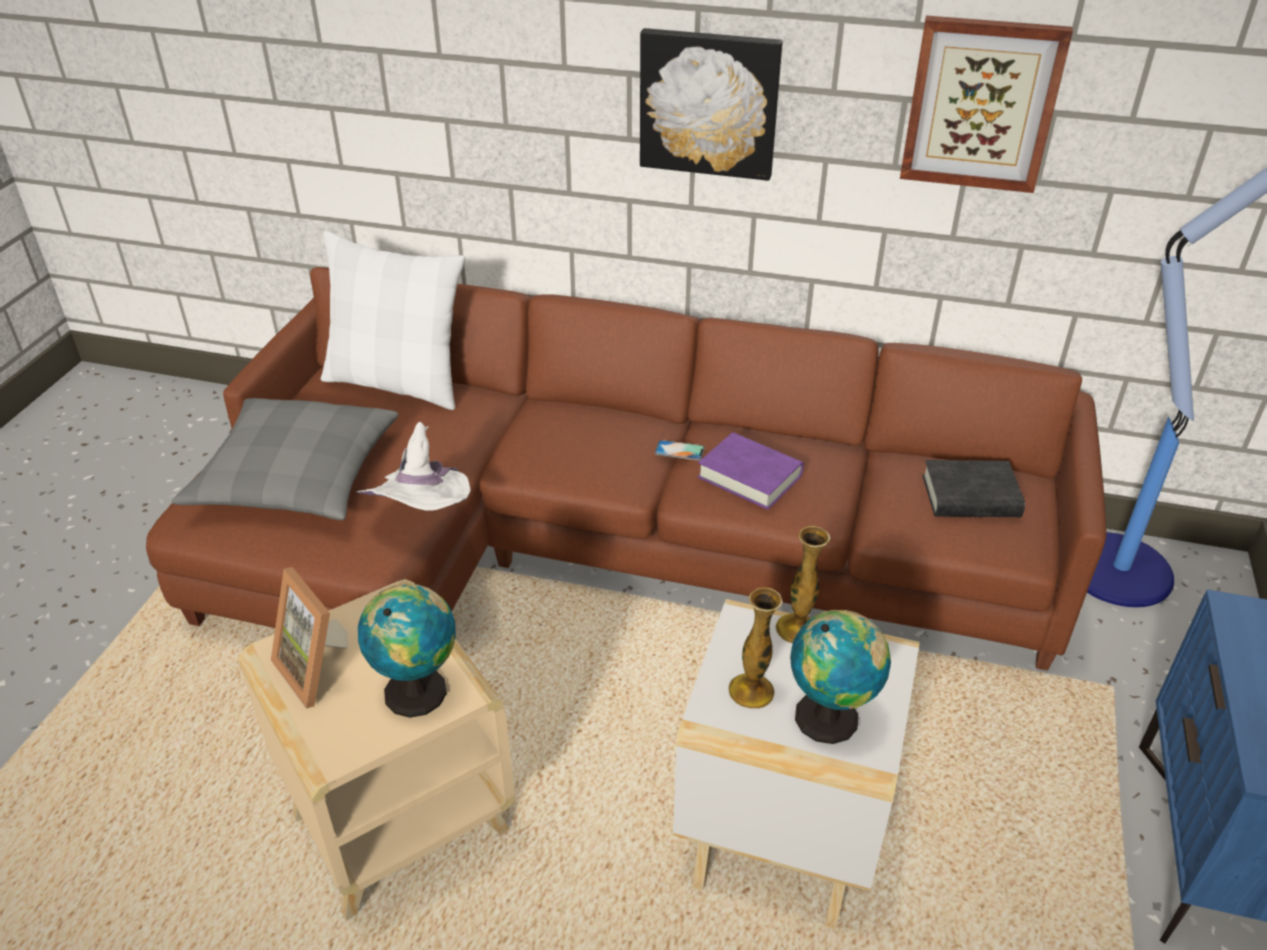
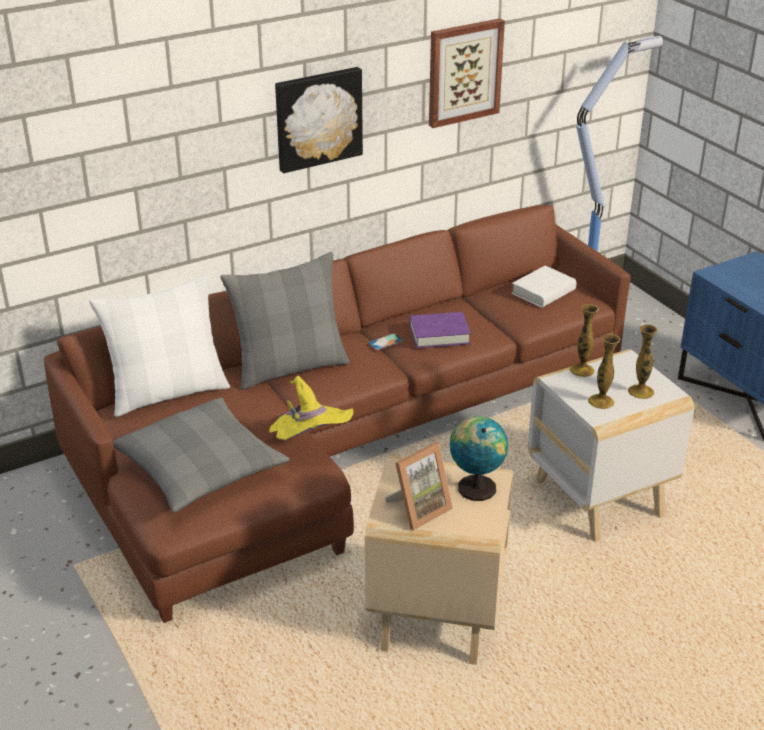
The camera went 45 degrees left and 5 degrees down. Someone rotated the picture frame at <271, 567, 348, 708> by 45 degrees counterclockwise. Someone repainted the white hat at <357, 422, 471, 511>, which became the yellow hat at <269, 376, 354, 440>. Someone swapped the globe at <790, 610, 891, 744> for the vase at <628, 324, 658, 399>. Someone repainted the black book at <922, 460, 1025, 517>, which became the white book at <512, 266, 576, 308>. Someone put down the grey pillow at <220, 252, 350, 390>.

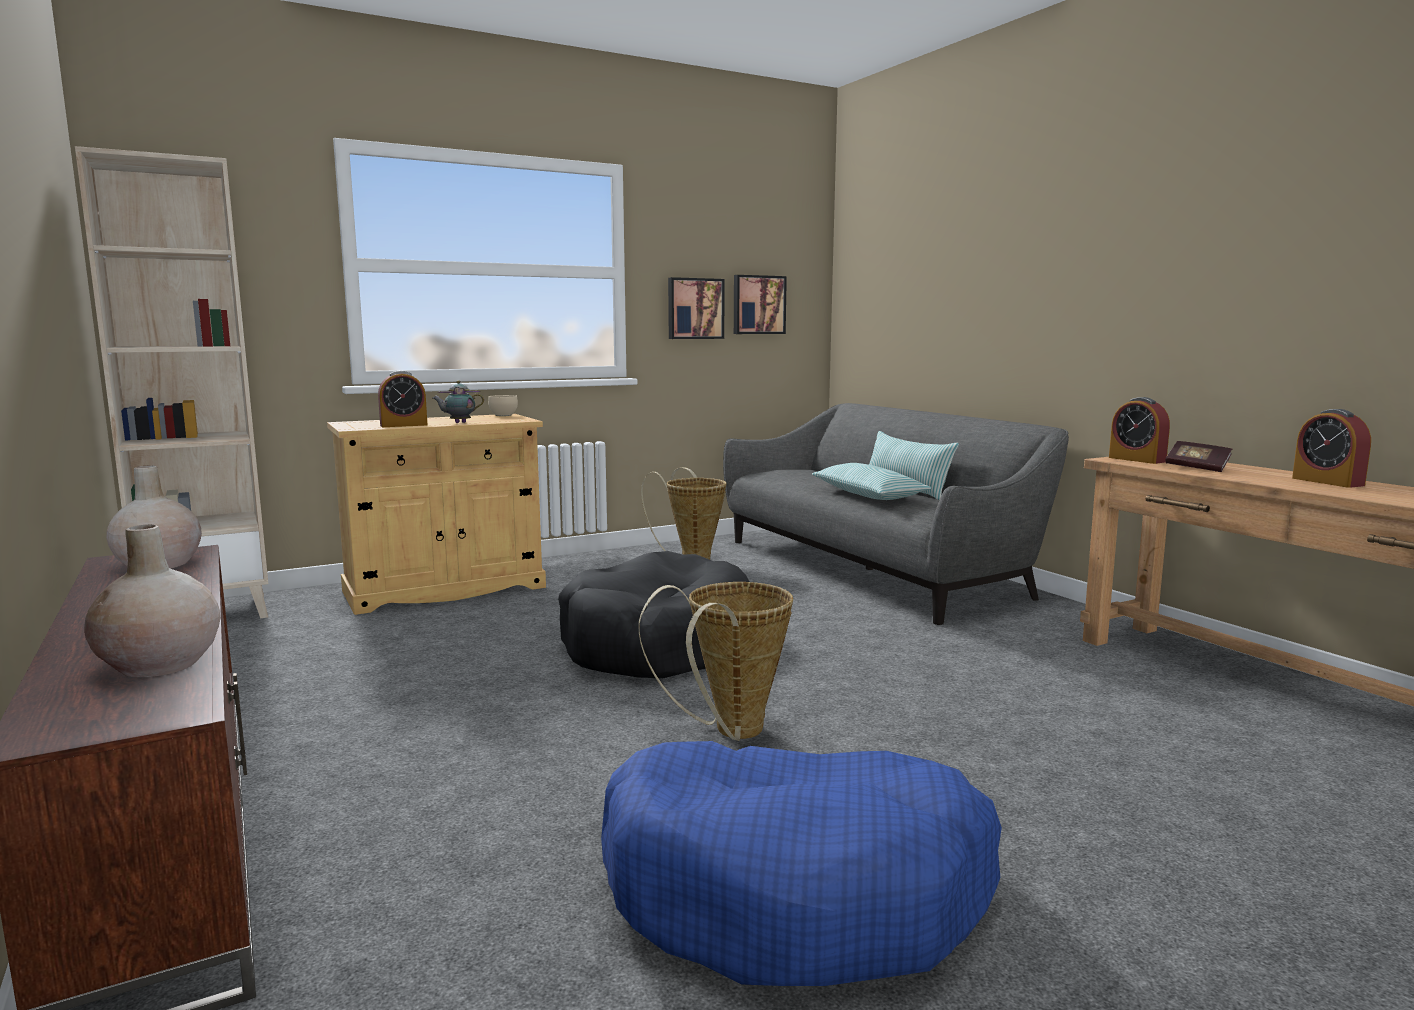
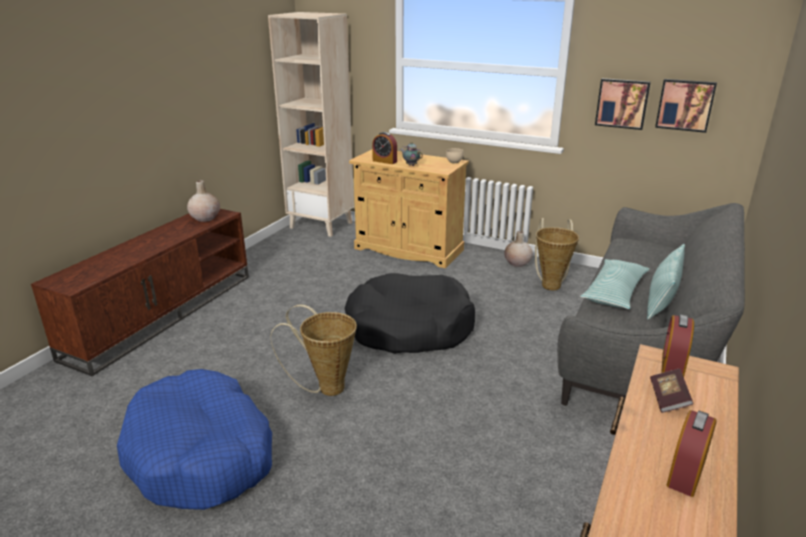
The camera went 55 degrees right and 15 degrees up. Someone carried the beige vase from <84, 525, 220, 677> to <504, 231, 533, 267>.

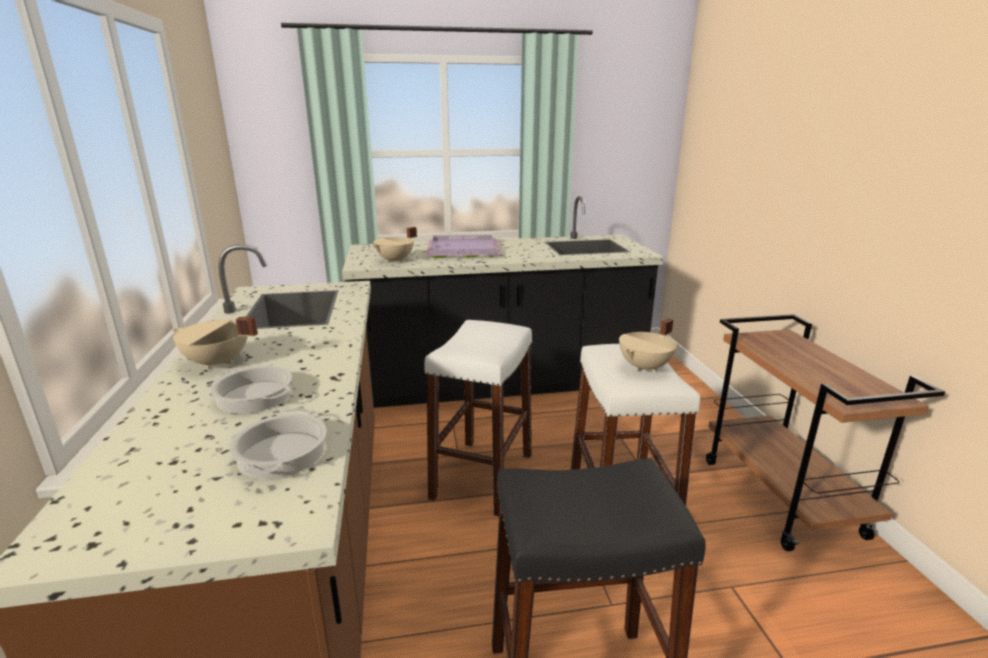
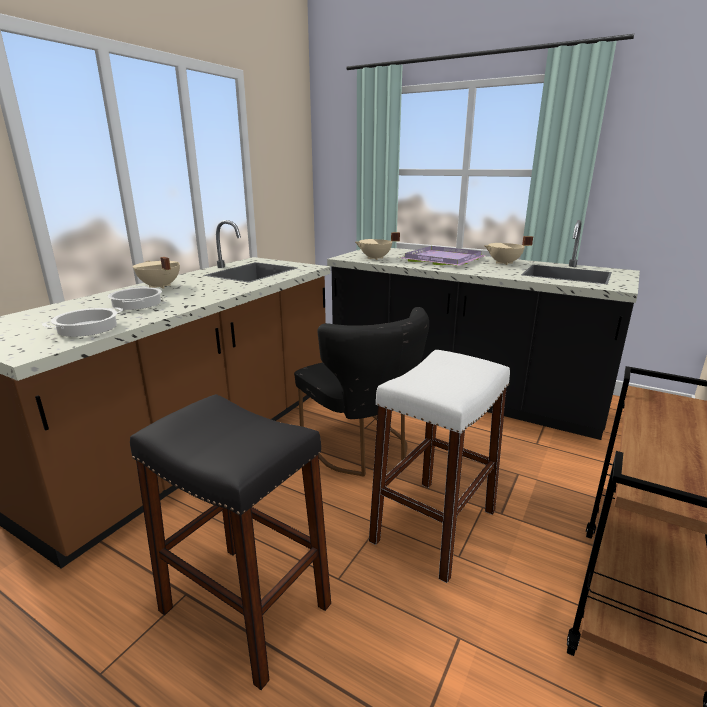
The camera went 40 degrees right and 0 degrees up. Someone swapped the white stool at <424, 320, 533, 516> for the black chair at <294, 307, 429, 477>. Someone carried the beige cooking pot from <619, 318, 677, 372> to <484, 236, 533, 265>.

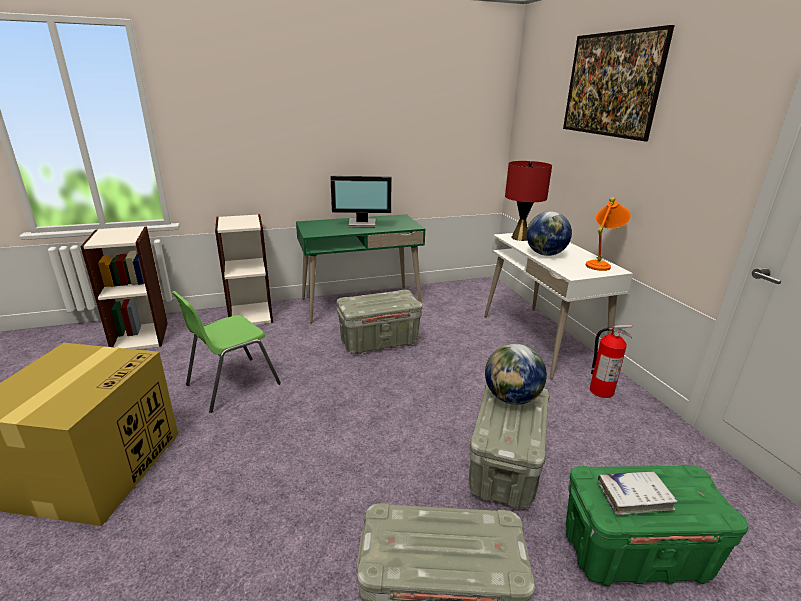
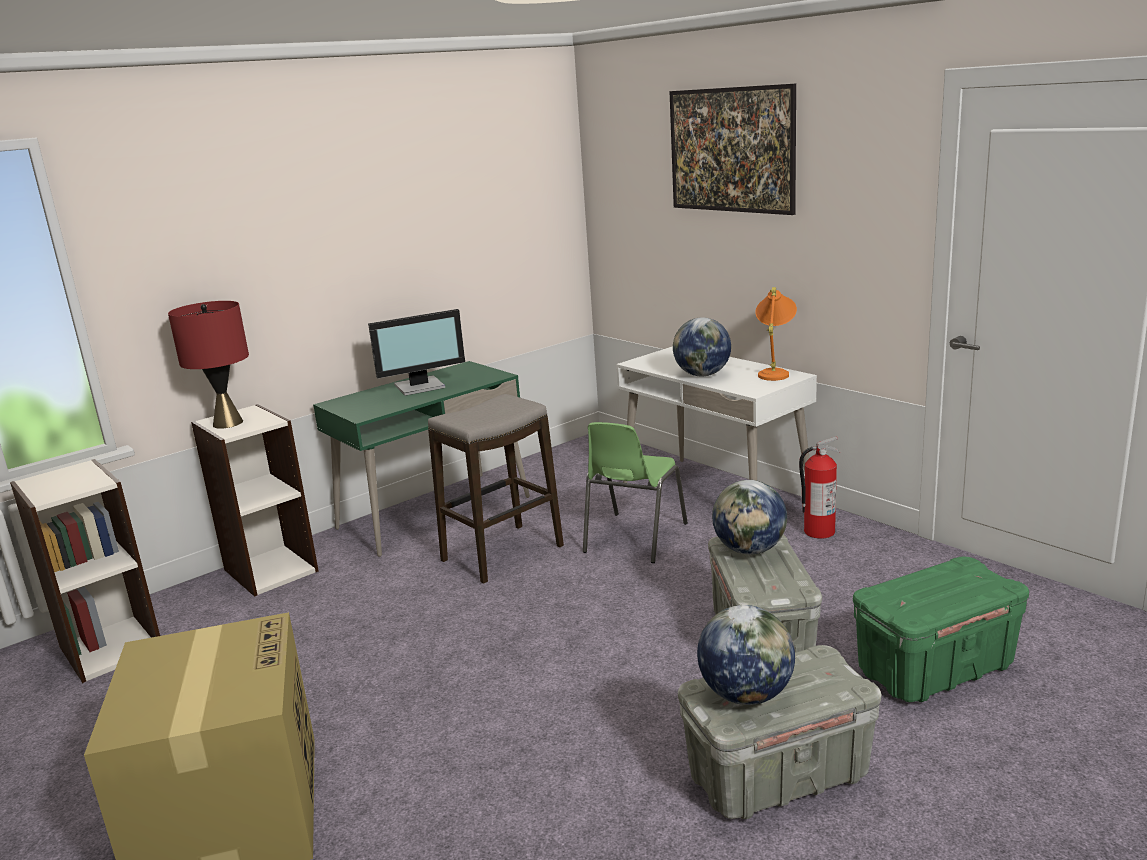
The camera went 20 degrees left and 5 degrees down. Someone carried the green chair from <172, 291, 281, 413> to <583, 422, 688, 563>. Someone swapped the grey storage box at <336, 290, 423, 354> for the stool at <428, 394, 564, 584>. Someone carried the red table lamp from <505, 161, 552, 241> to <168, 301, 249, 429>. Someone took away the white book at <598, 471, 678, 515>. Someone put down the globe at <697, 605, 795, 705>.

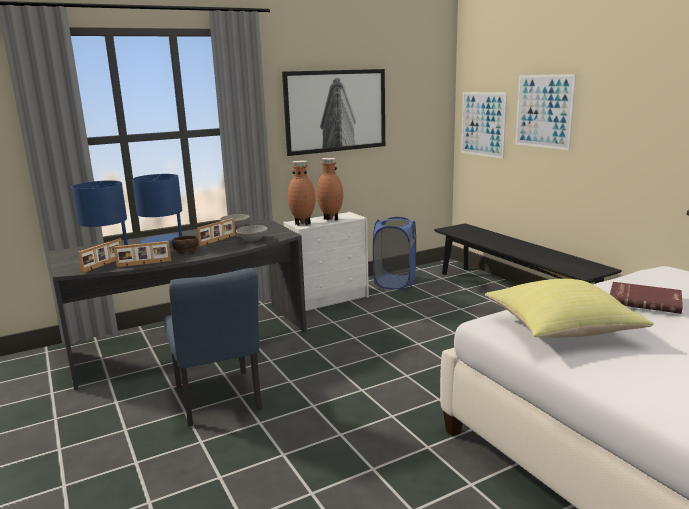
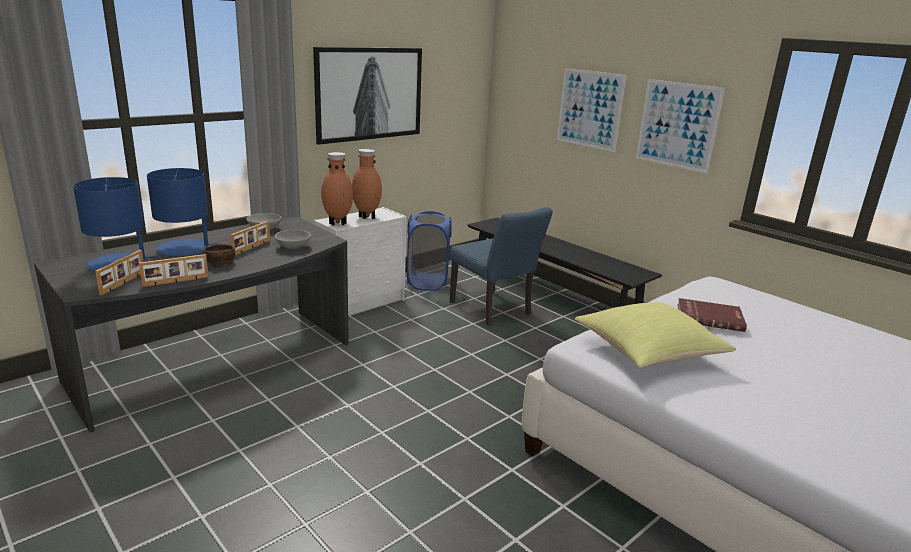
The camera went 15 degrees left and 5 degrees up. Someone carried the blue chair from <164, 268, 262, 426> to <450, 207, 553, 326>. Someone carried the picture from <461, 92, 507, 159> to <636, 79, 725, 173>.

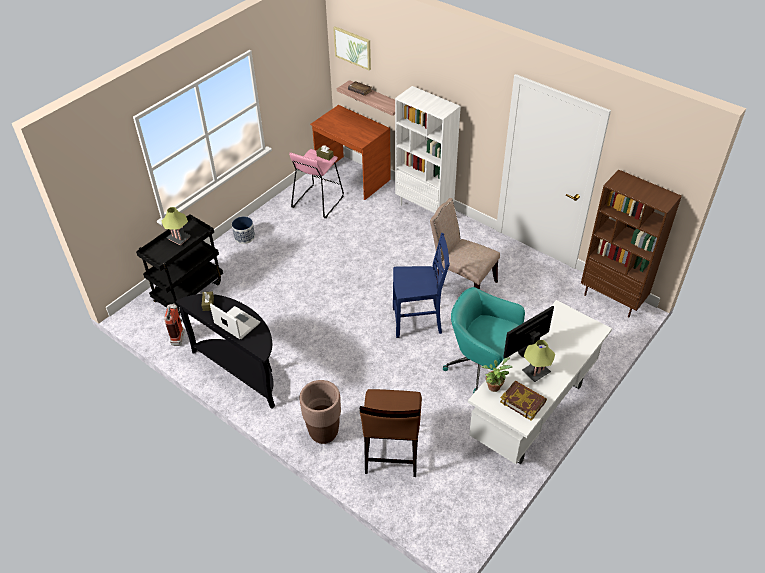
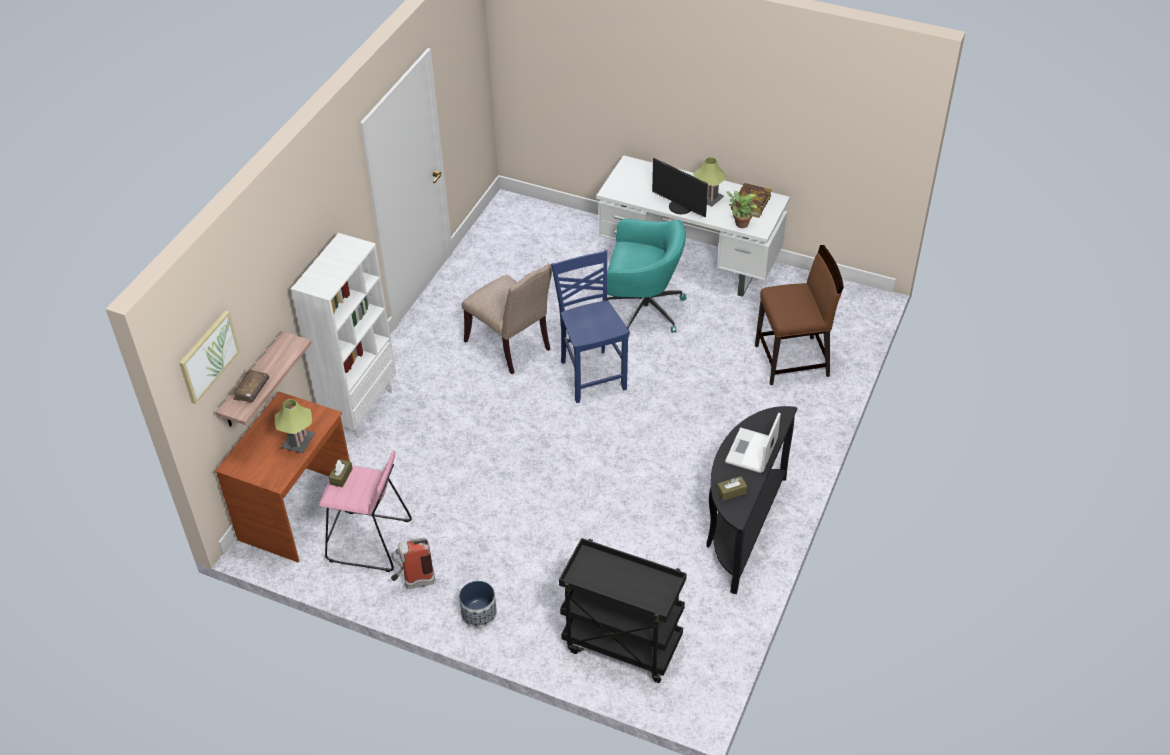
The camera went 105 degrees left and 0 degrees up. Someone carried the table lamp from <162, 207, 191, 245> to <275, 399, 315, 453>. Someone carried the fire extinguisher from <164, 303, 185, 346> to <391, 538, 435, 589>. Someone took away the brown planter at <300, 380, 341, 444>. Someone rotated the beige chair at <430, 198, 500, 289> by 60 degrees counterclockwise. Someone rotated the turquoise office chair at <443, 287, 525, 394> by 90 degrees counterclockwise. Someone took away the brown bookcase at <581, 170, 682, 317>.

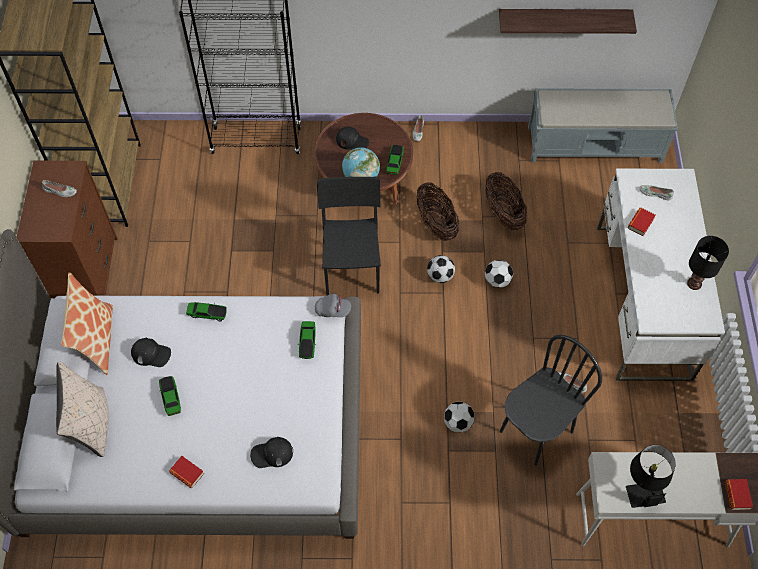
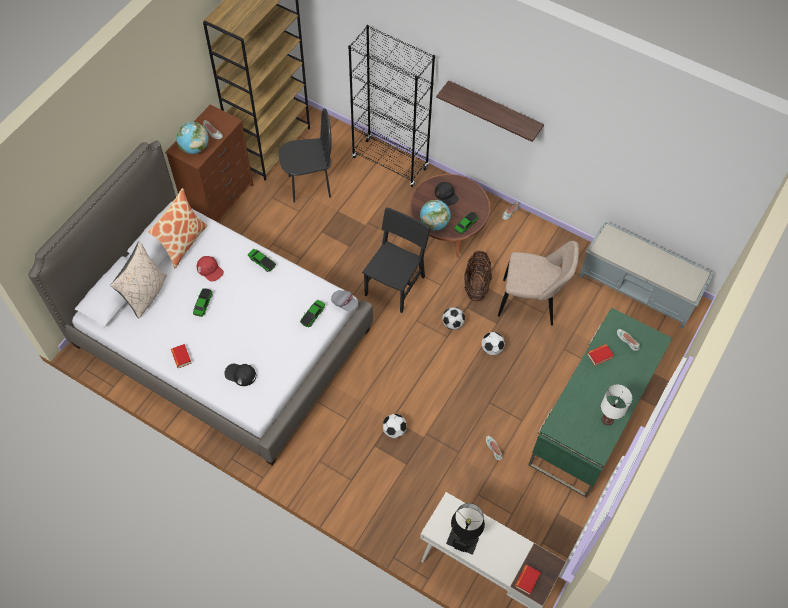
The camera went 30 degrees right and 0 degrees up. Someone repainted the black cap at <131, 338, 171, 367>, which became the red cap at <197, 256, 224, 282>. Someone swapped the basket at <485, 172, 527, 231> for the beige chair at <498, 241, 579, 325>. Someone carried the shelf from <499, 9, 637, 34> to <436, 80, 544, 142>. Someone carried the black chair from <500, 335, 602, 466> to <279, 108, 332, 203>. Someone repainted the white desk at <597, 169, 725, 381>, which became the green desk at <528, 308, 672, 498>. Someone repainted the black table lamp at <687, 236, 729, 290>, which became the white table lamp at <601, 385, 632, 425>. Someone put down the globe at <176, 122, 209, 154>.

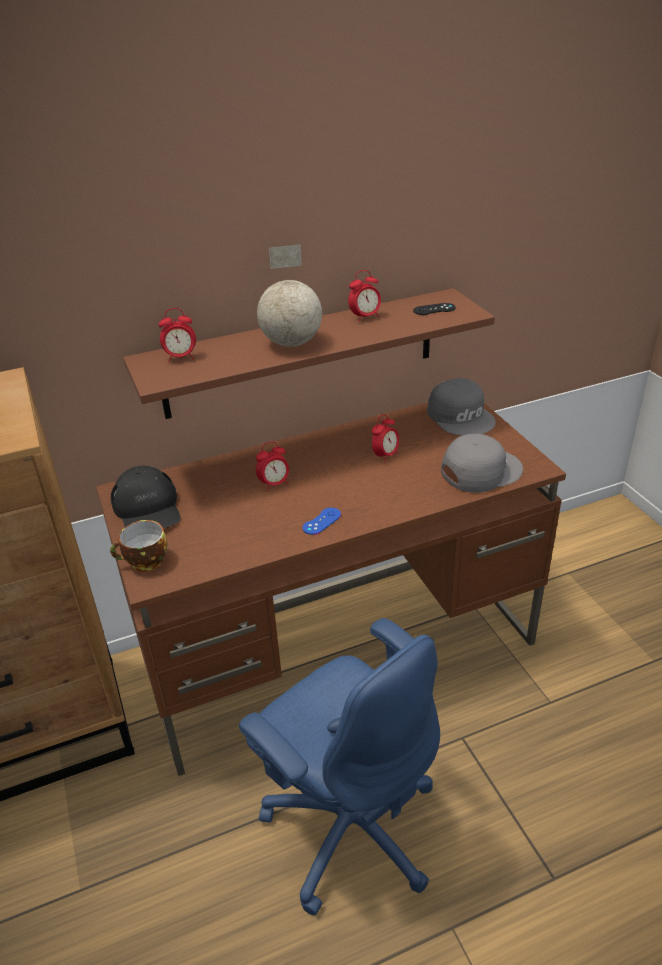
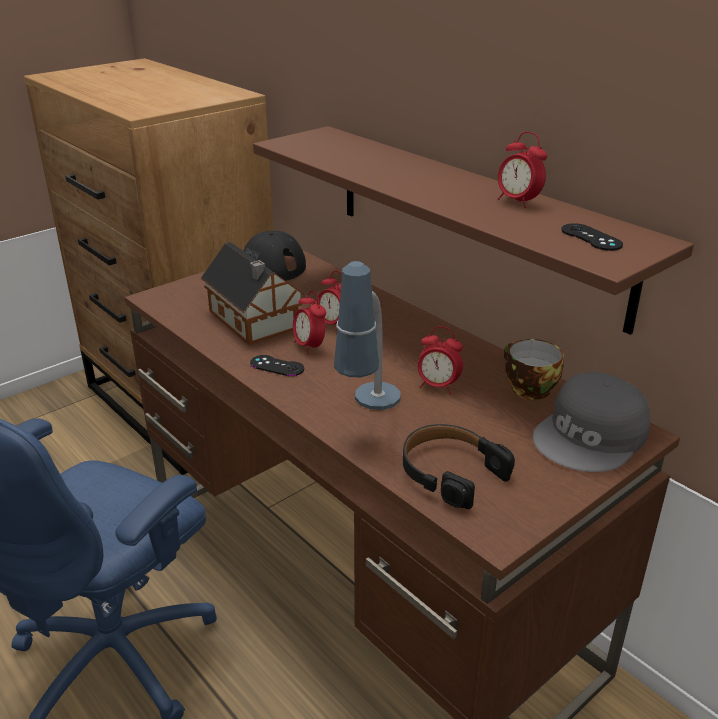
The camera went 70 degrees right and 5 degrees down. Someone carried the cup from <110, 520, 167, 572> to <504, 339, 564, 400>. Someone carried the alarm clock from <159, 308, 196, 362> to <293, 291, 326, 355>. Someone took away the globe at <257, 244, 322, 347>. Someone repainted the blue game controller at <303, 508, 341, 535>, which became the black game controller at <250, 355, 304, 376>. Someone swapped the grey cap at <441, 434, 523, 493> for the black headphones at <403, 424, 515, 509>. Someone put down the toy house at <201, 242, 304, 345>. Someone put down the table lamp at <334, 261, 400, 410>.

